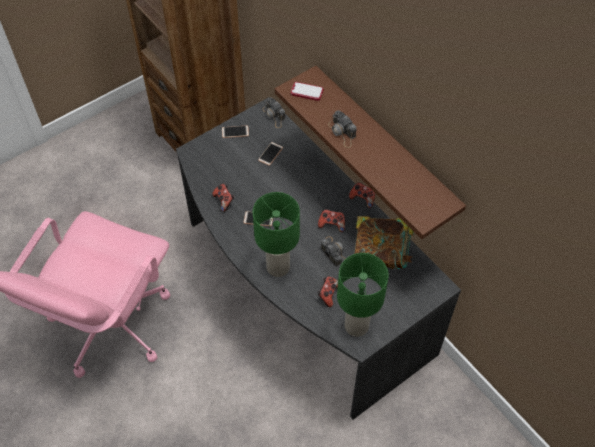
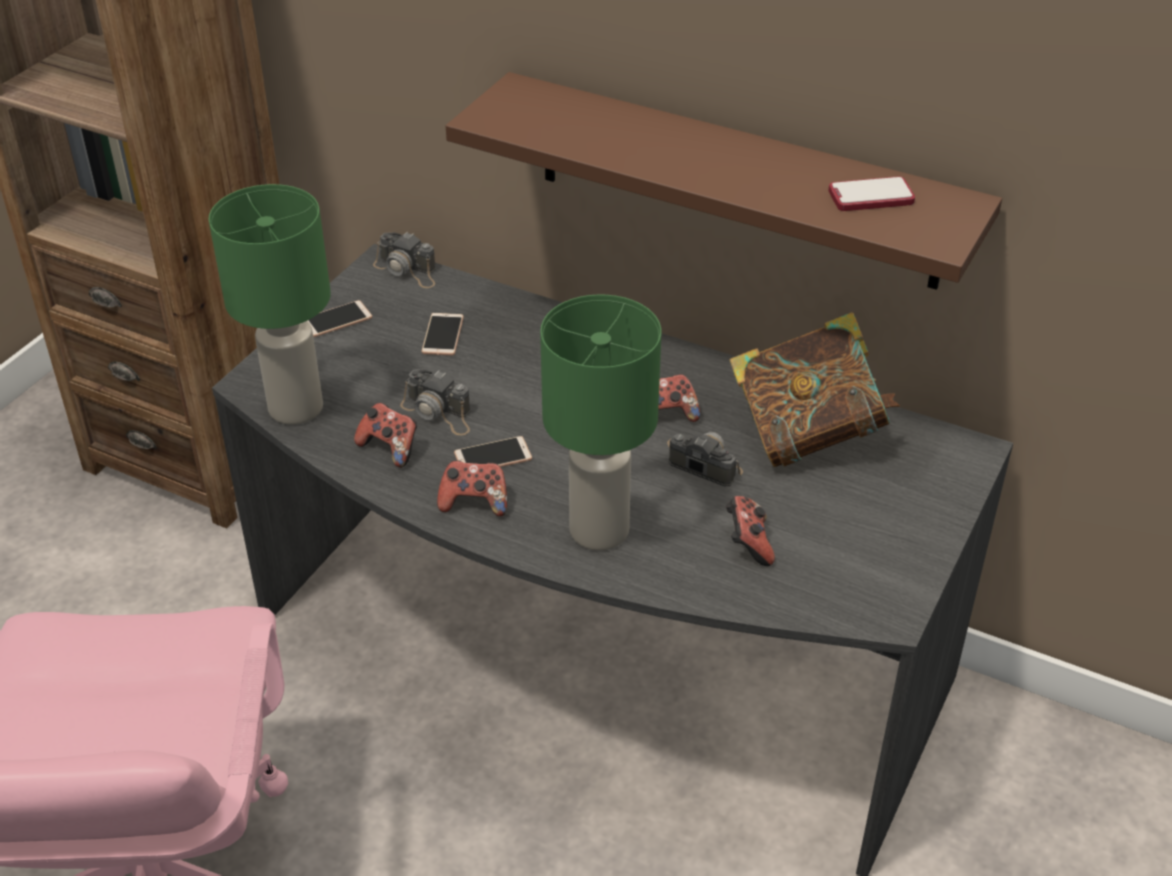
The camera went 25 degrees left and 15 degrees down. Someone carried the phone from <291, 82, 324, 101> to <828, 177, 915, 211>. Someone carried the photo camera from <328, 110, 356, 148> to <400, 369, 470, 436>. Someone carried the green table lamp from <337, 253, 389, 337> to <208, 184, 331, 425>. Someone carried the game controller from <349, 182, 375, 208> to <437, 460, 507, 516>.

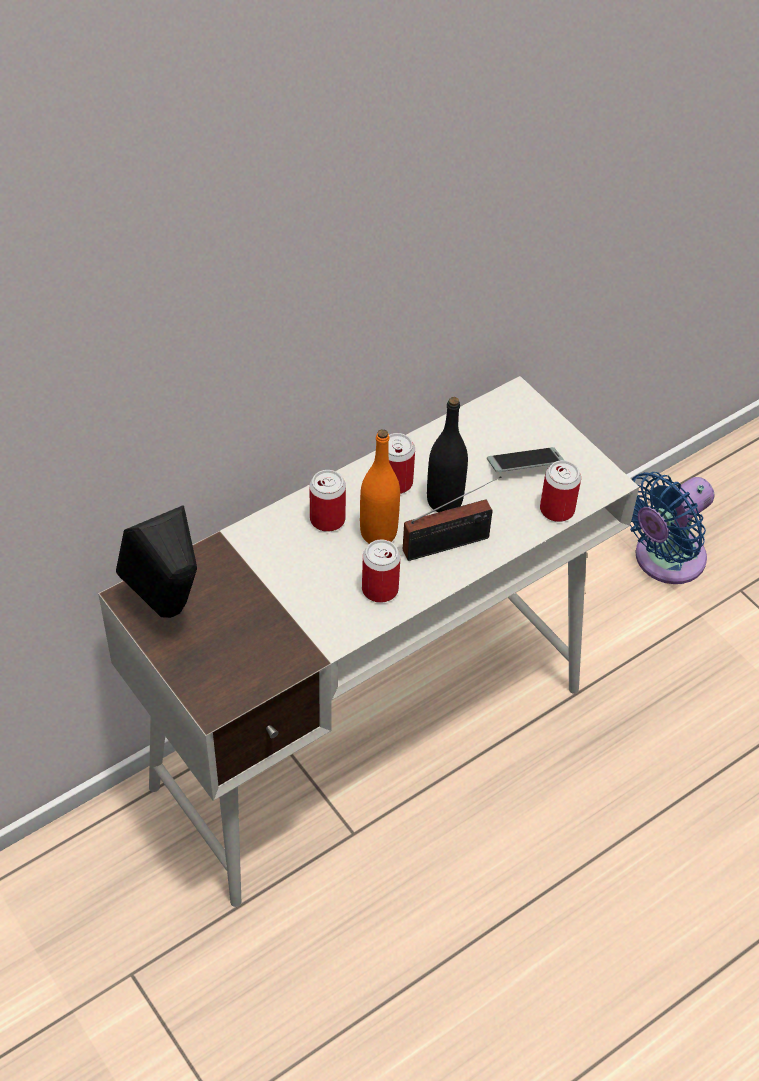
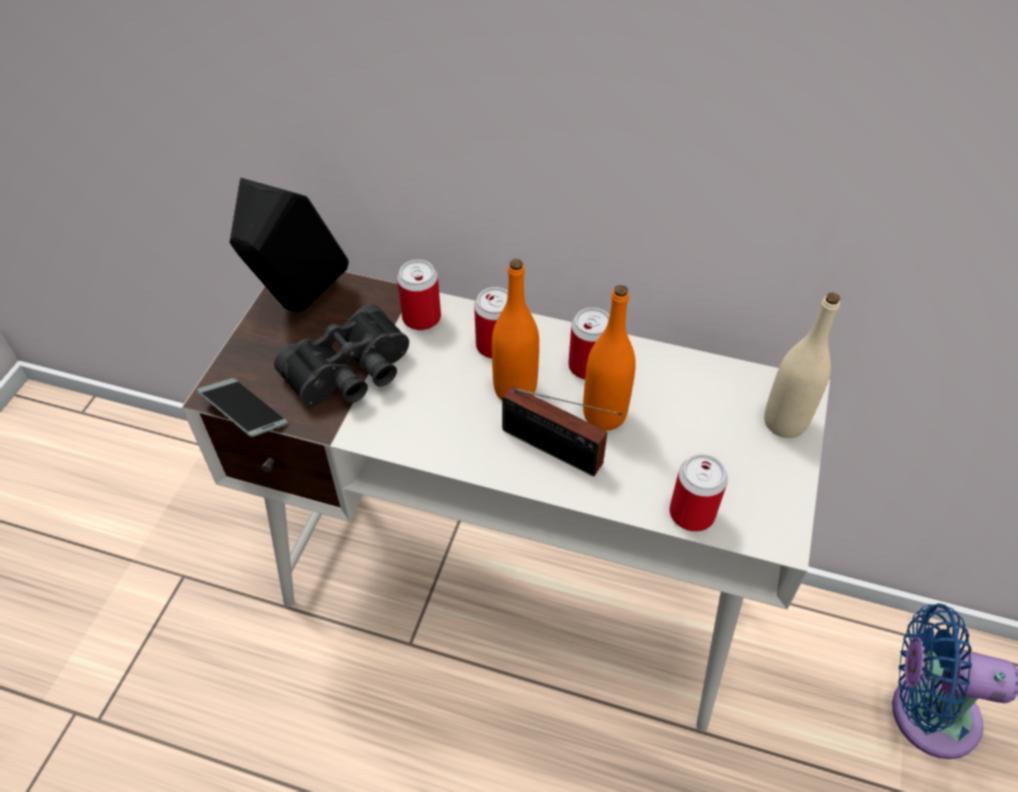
The camera went 55 degrees right and 0 degrees up. Someone carried the can from <362, 540, 401, 603> to <397, 260, 441, 330>. Someone repainted the black bottle at <427, 397, 468, 512>, which became the orange bottle at <583, 285, 636, 431>. Someone carried the phone from <487, 447, 564, 472> to <197, 378, 288, 437>. Someone put down the black binoculars at <274, 304, 409, 406>. Someone put down the beige bottle at <764, 293, 840, 438>.

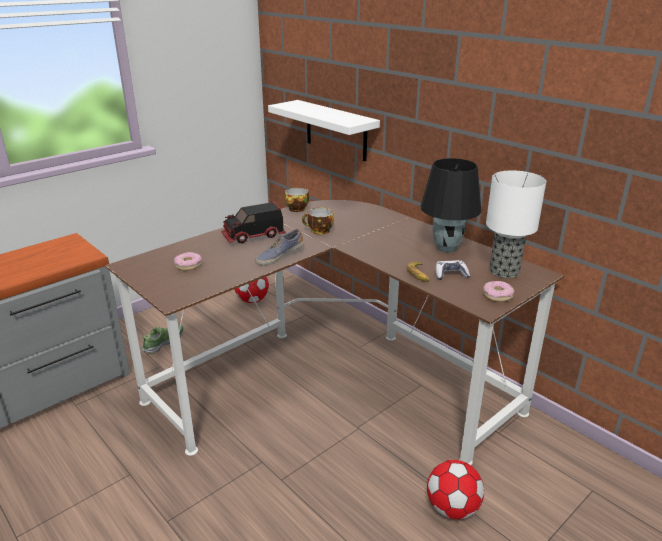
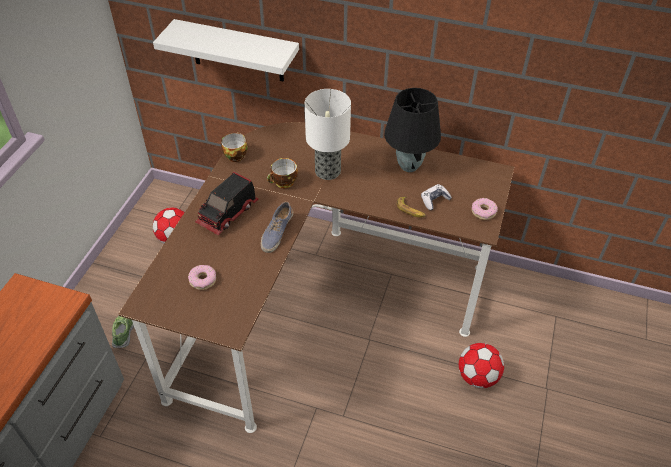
The camera went 30 degrees left and 20 degrees up. Someone carried the table lamp from <486, 170, 546, 278> to <305, 89, 351, 180>.

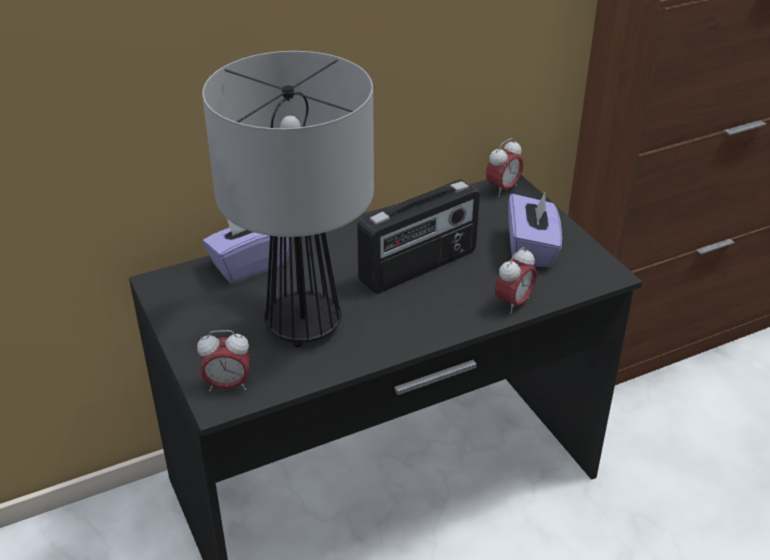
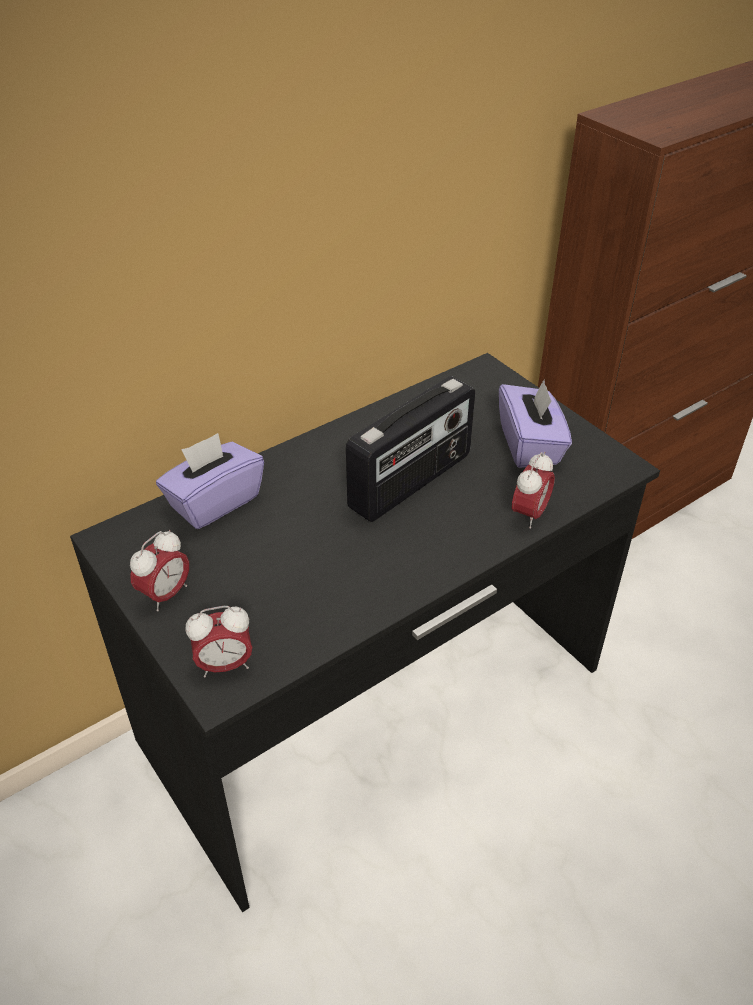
The camera went 10 degrees left and 5 degrees up. Someone took away the table lamp at <202, 51, 374, 348>. Someone carried the alarm clock from <486, 138, 524, 197> to <130, 530, 189, 611>.

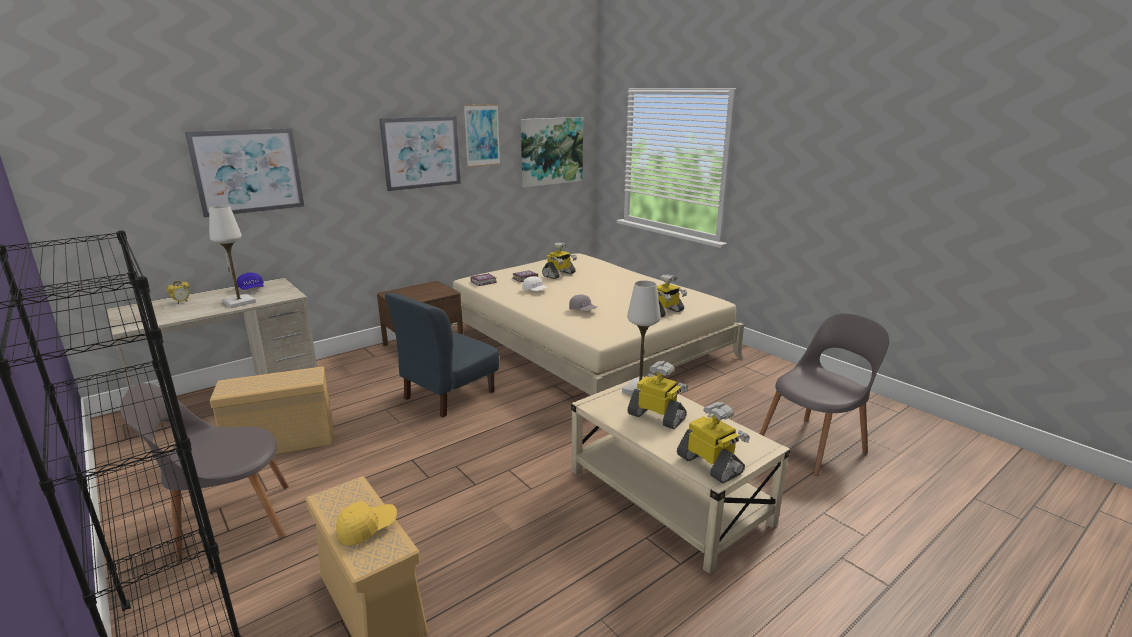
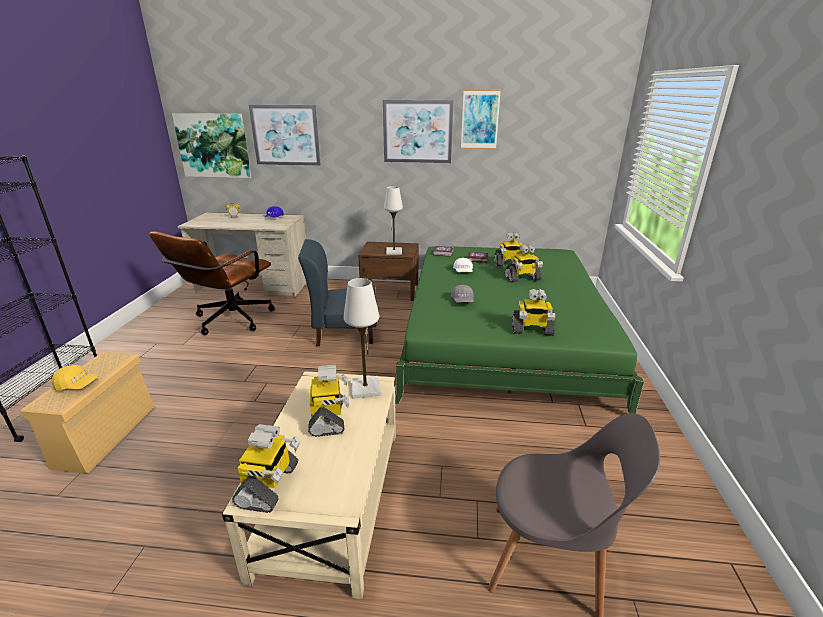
The camera went 45 degrees right and 5 degrees up. Someone took away the grey chair at <120, 383, 289, 564>. Someone carried the white table lamp from <209, 205, 256, 308> to <384, 186, 403, 255>. Someone swapped the beige storage box at <210, 366, 333, 455> for the brown office chair at <149, 232, 275, 335>. Someone repainted the beige bed at <451, 253, 744, 395>, which became the green bed at <395, 246, 644, 414>. Someone carried the picture from <521, 117, 583, 187> to <172, 113, 251, 178>. Someone put down the toy robot at <505, 244, 543, 282>.

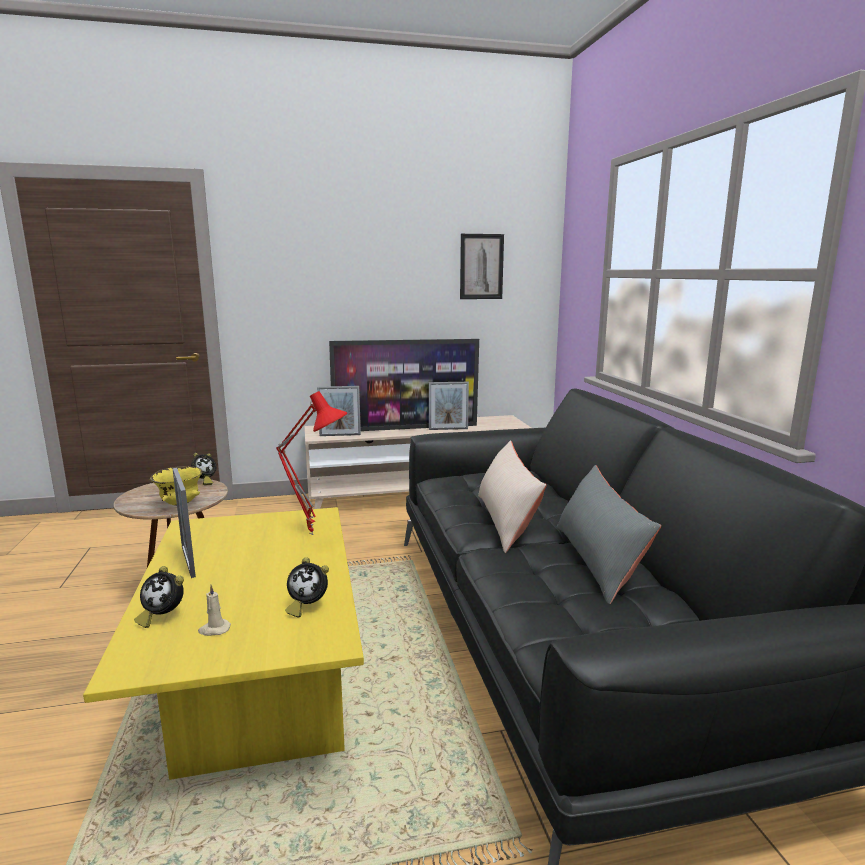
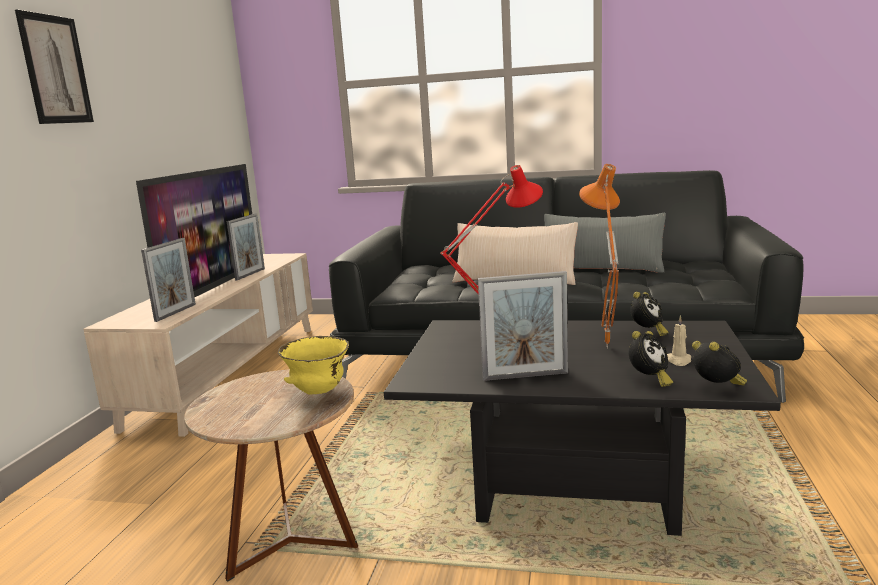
The camera went 65 degrees left and 0 degrees up. Someone repainted the yellow coffee table at <83, 507, 364, 780>, which became the black coffee table at <384, 320, 781, 536>. Someone carried the alarm clock from <191, 453, 217, 485> to <692, 341, 747, 385>. Someone carried the picture from <460, 234, 504, 299> to <15, 9, 94, 124>. Someone put down the orange table lamp at <579, 164, 620, 349>.

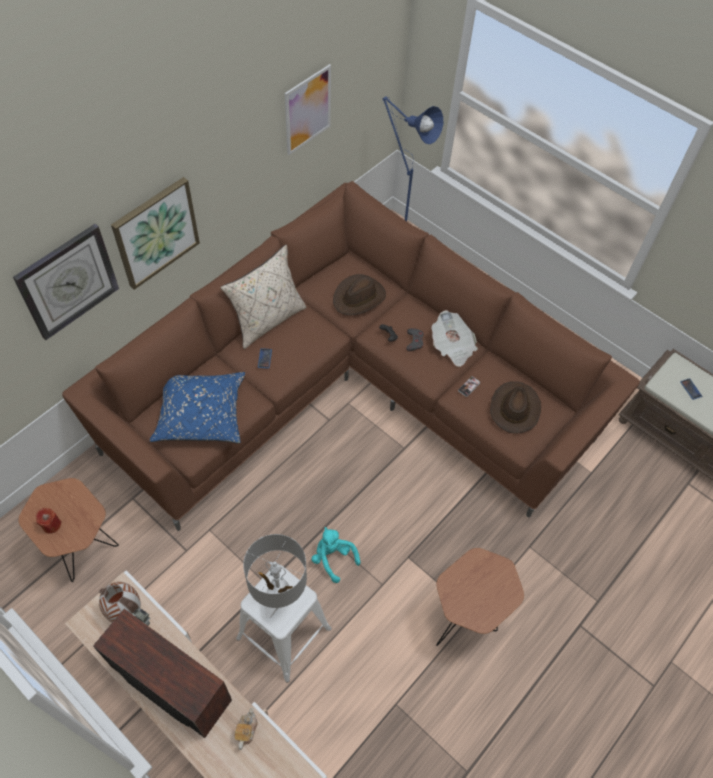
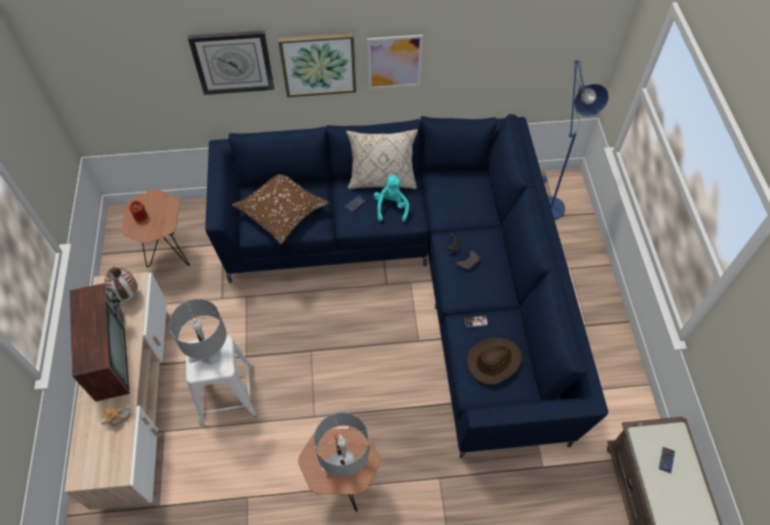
The camera went 45 degrees right and 0 degrees up. Someone repainted the brown sofa at <62, 181, 640, 531>, which became the blue sofa at <205, 114, 608, 458>. Someone repainted the blue pillow at <150, 372, 245, 444>, which became the brown pillow at <232, 174, 329, 244>. Someone carried the picture from <285, 64, 331, 155> to <367, 35, 423, 89>. Someone carried the turquoise plush toy from <311, 527, 361, 583> to <374, 174, 409, 222>. Someone took away the brown hat at <333, 274, 386, 316>. Someone took away the newspaper at <431, 310, 478, 367>. Someone put down the grey table lamp at <314, 412, 369, 477>.

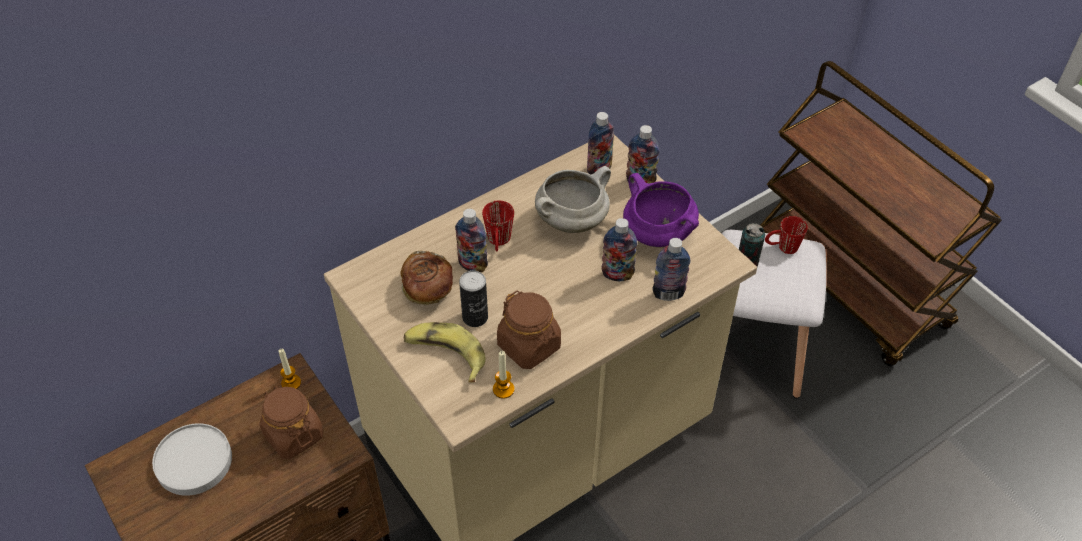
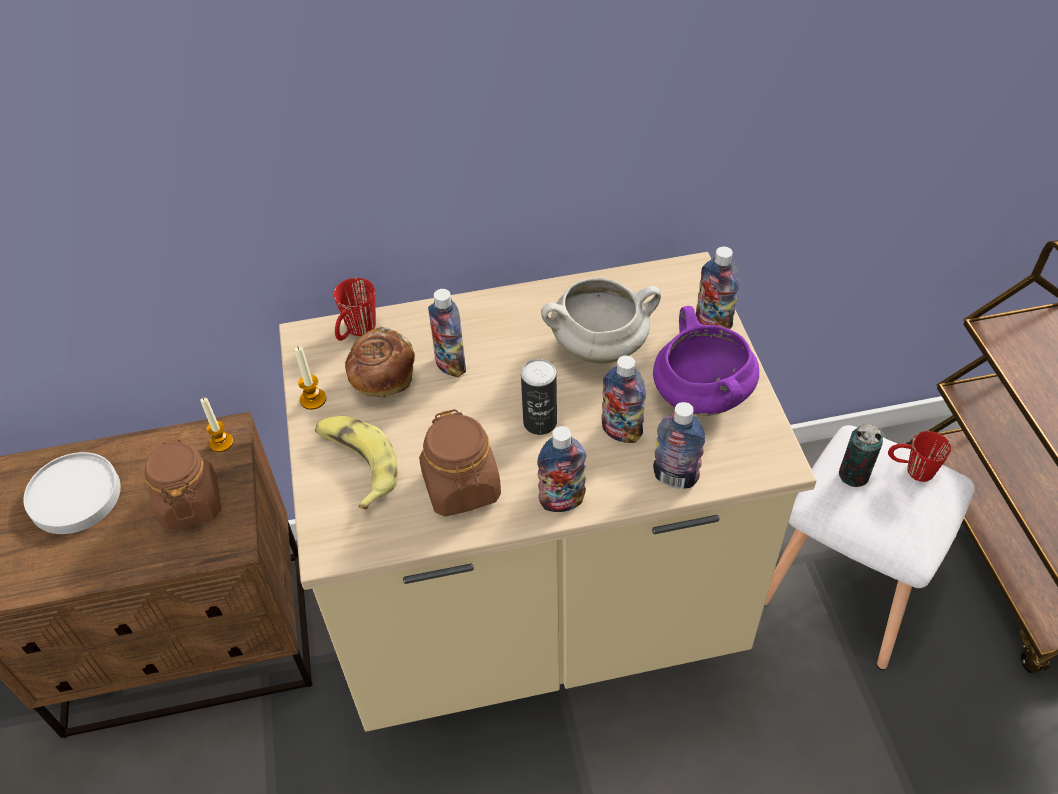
The camera went 25 degrees right and 0 degrees up. Someone carried the can from <459, 270, 488, 327> to <521, 359, 557, 435>. Someone carried the red mug from <482, 200, 514, 252> to <334, 278, 376, 341>. Someone carried the candle from <493, 351, 515, 399> to <295, 346, 326, 410>. Someone carried the bottle from <587, 112, 614, 174> to <537, 426, 586, 512>.

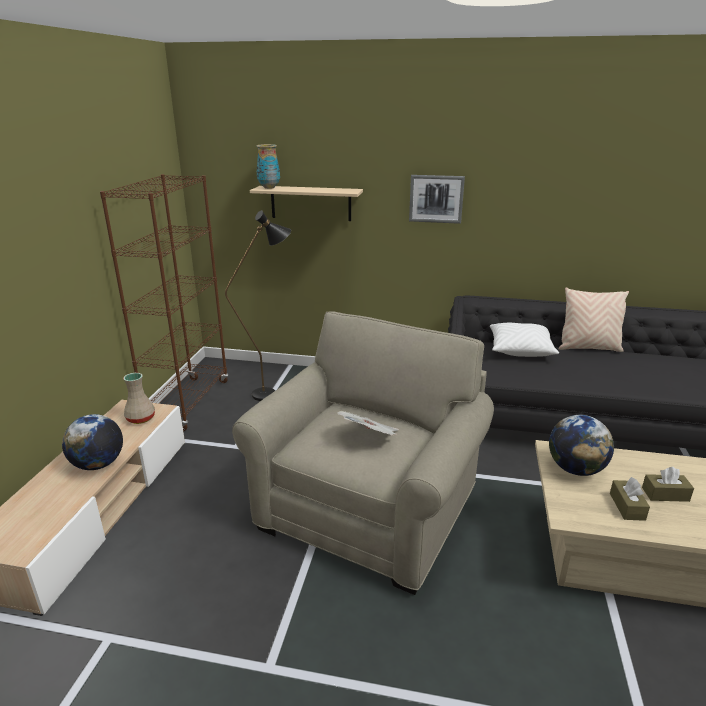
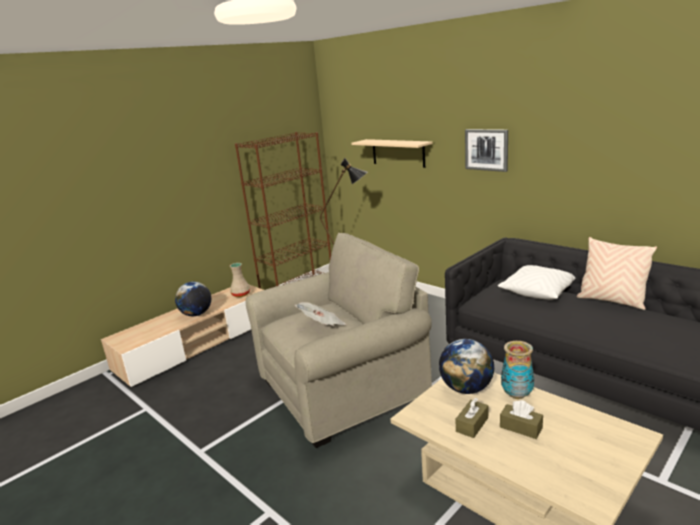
The camera went 35 degrees right and 5 degrees down. Someone carried the vase from <256, 144, 280, 189> to <501, 341, 534, 399>.

